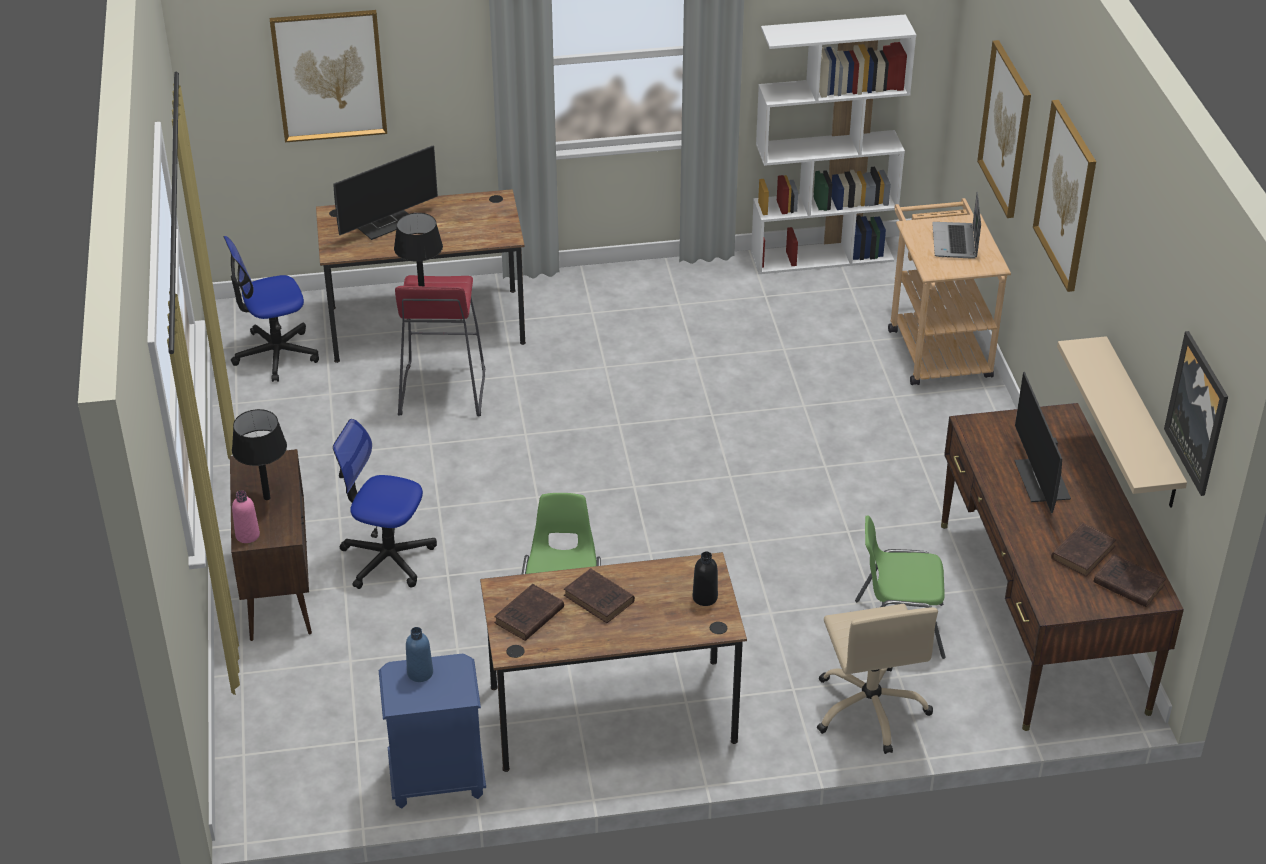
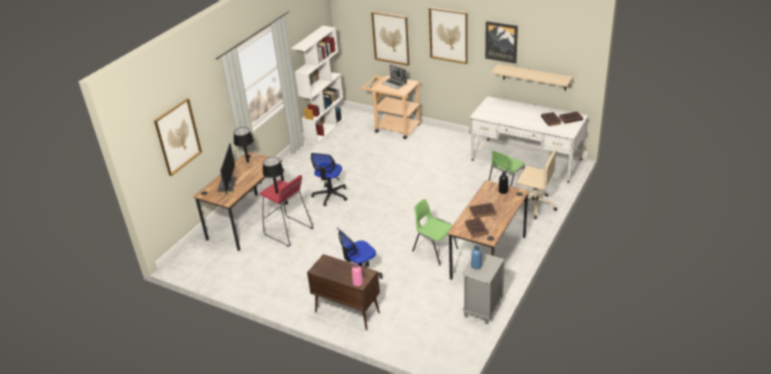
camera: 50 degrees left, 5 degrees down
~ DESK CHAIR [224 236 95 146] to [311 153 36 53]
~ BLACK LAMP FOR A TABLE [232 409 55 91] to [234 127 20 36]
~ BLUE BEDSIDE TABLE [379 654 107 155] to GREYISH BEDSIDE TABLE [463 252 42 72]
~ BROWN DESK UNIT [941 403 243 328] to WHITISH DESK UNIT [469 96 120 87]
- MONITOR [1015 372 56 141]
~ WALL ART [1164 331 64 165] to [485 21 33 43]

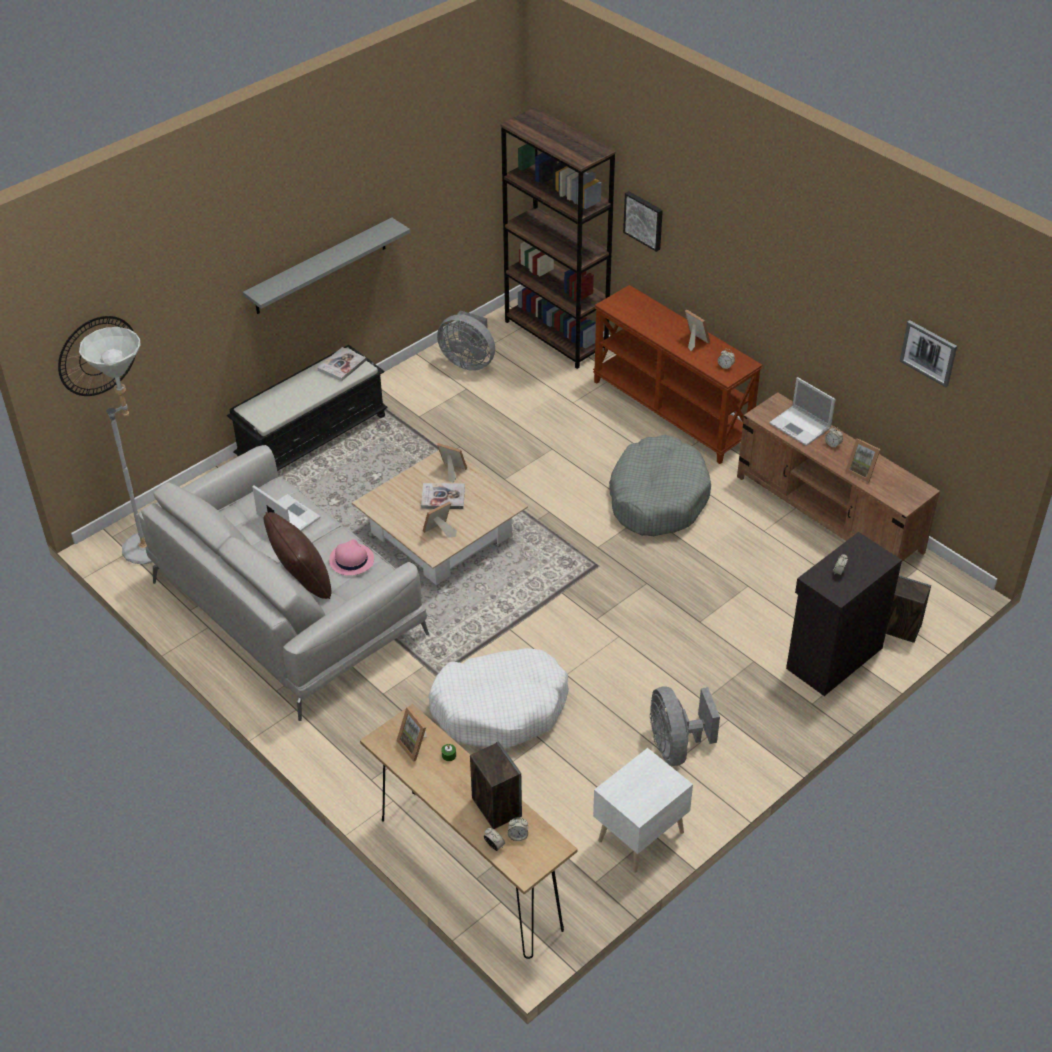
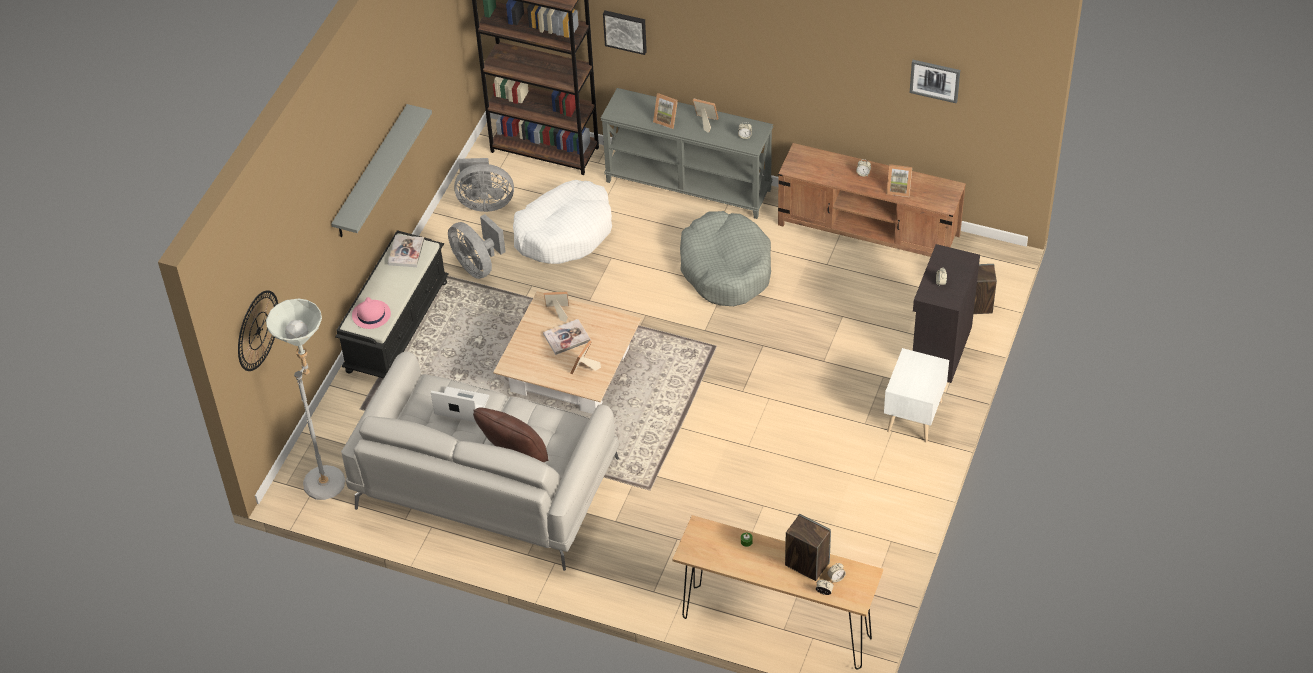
camera: 25 degrees left, 5 degrees up
~ PINK-COLOURED CLOTHING HAT [329 539 45 37] to [352 297 39 32]
~ PHOTO FRAME [396 707 31 54] to [653 93 25 36]
~ WHITISH DOG CUSHION [429 648 140 100] to [513 180 99 84]
~ BROWN CONSOLE TABLE [593 285 169 179] to GREYISH CONSOLE TABLE [601 88 172 131]
~ WHITISH BEDSIDE TABLE [593 748 100 125] to [884 348 65 94]
~ GREYISH COOLING FAN [650 686 70 80] to [448 214 58 65]
- NOTEBOOK COMPUTER [769 377 66 69]

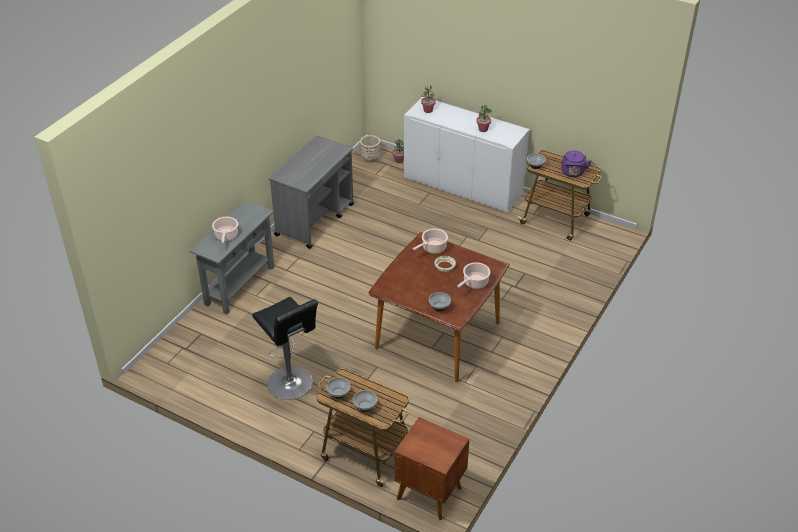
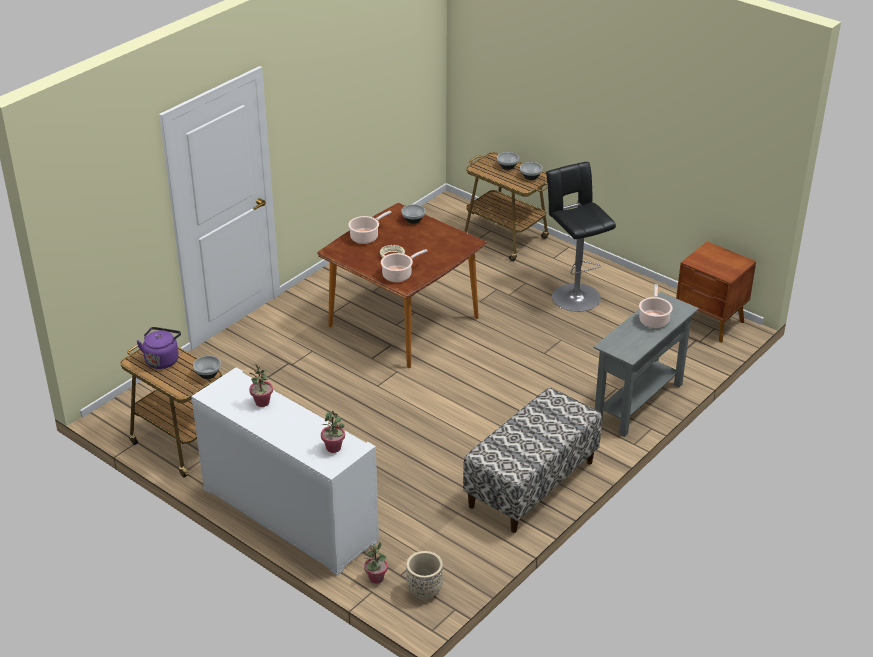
camera: 170 degrees left, 5 degrees down
~ GREYISH TROLLEY [269 136 85 113] to BENCH [463 388 139 145]
~ BROWN BEDSIDE TABLE [394 417 75 103] to [676 242 80 101]

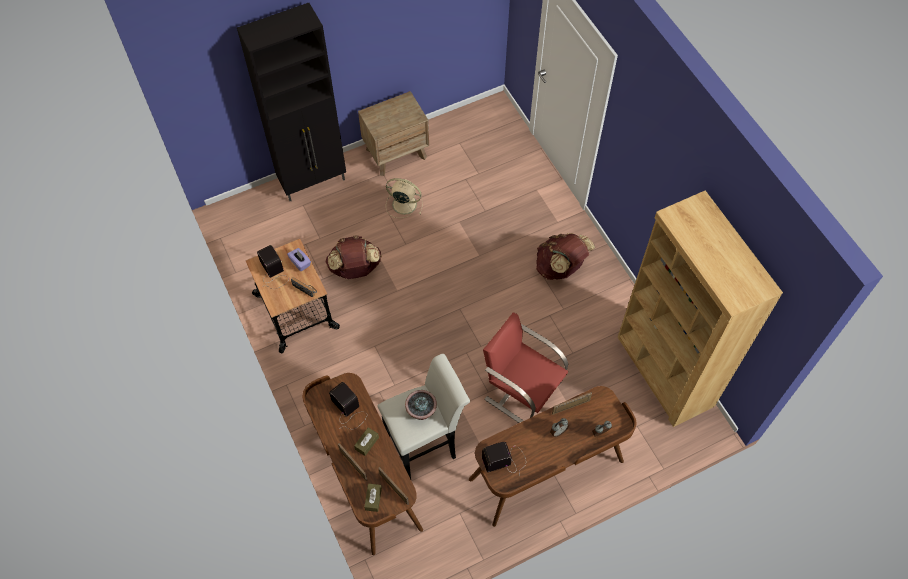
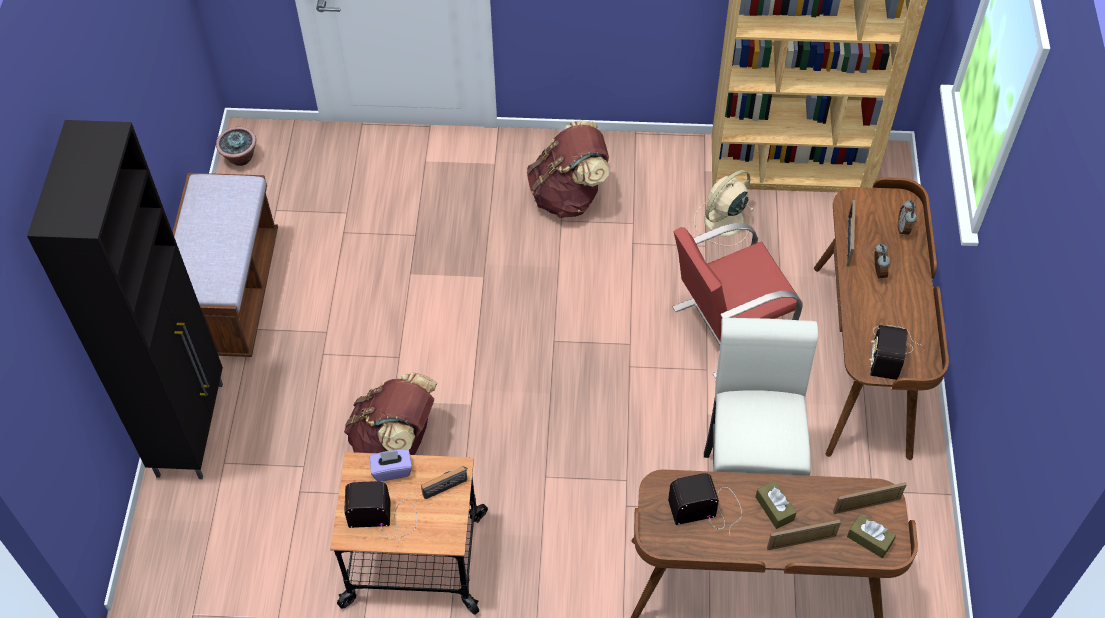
camera: 60 degrees left, 5 degrees down
~ BROWN BEDSIDE TABLE [358 91 71 85] to BROWN BENCH [173 173 105 184]
~ BEIGE-COLOURED COOLING FAN [386 178 37 40] to [694 170 60 76]
~ PLANT IN A POT [405 390 32 30] to [216 127 40 39]

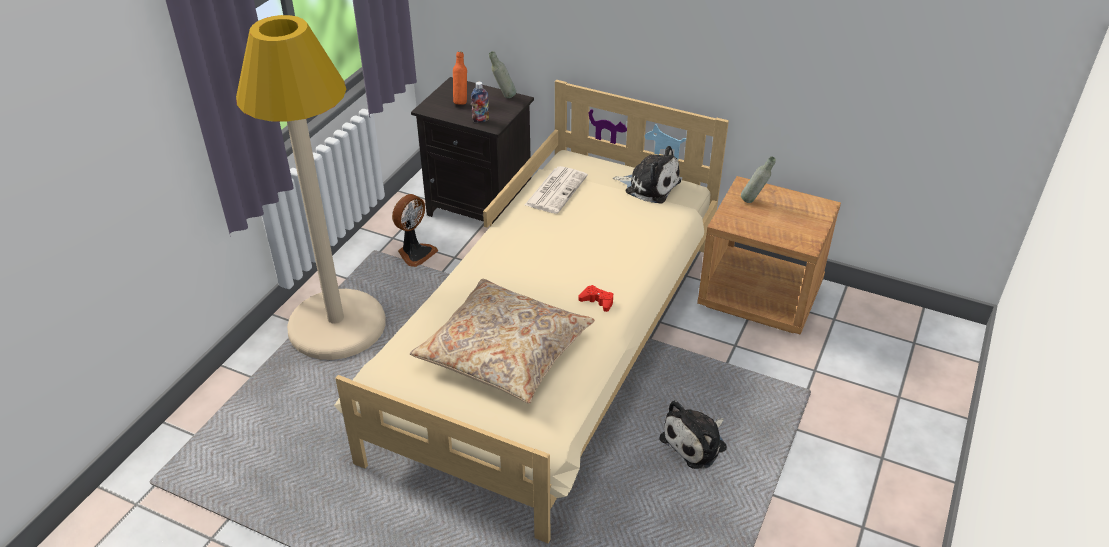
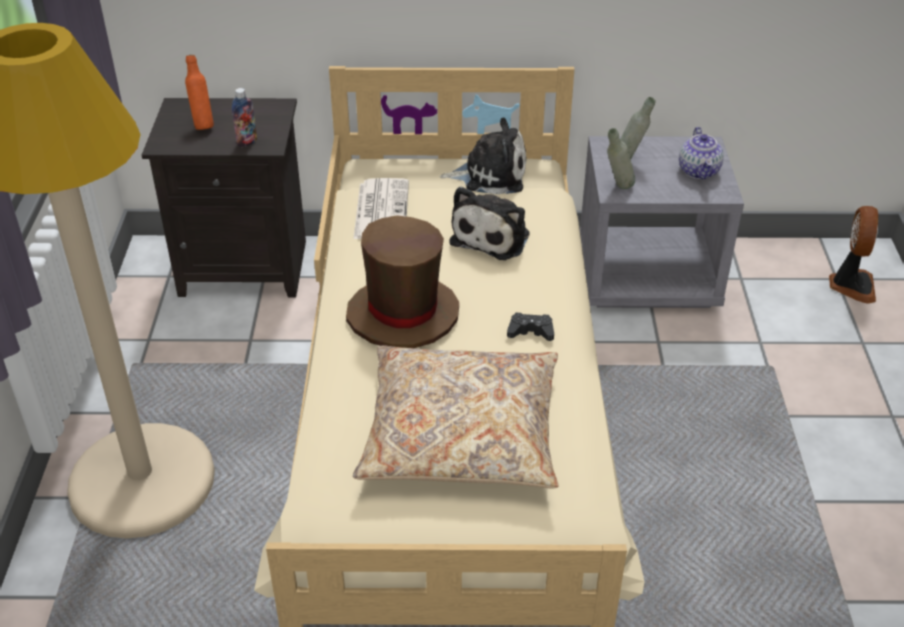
camera: 25 degrees left, 0 degrees up
~ COOLING FAN [392 194 46 73] to [829 206 49 98]
~ GREYISH BEVERAGE BOTTLE [489 51 27 47] to [607 128 28 61]
~ REDDISH GAMEPAD [578 285 35 27] to BLACK GAMEPAD [507 313 47 28]
~ PLUSH TOY [659 400 68 69] to [449 186 81 74]
~ BROWN BEDSIDE TABLE [697 176 144 159] to GREYISH BEDSIDE TABLE [580 136 164 172]
+ BROWN CLOTHING HAT [346 215 113 133]
+ POT FOR TEA [679 127 45 52]

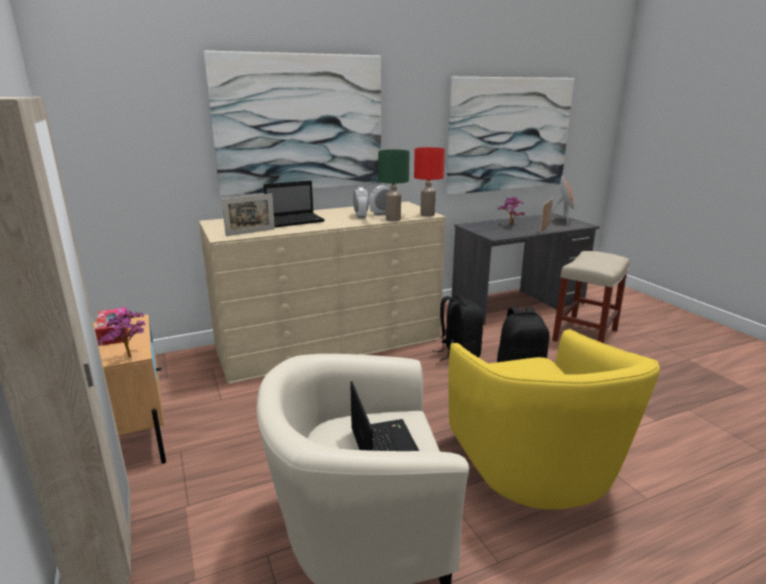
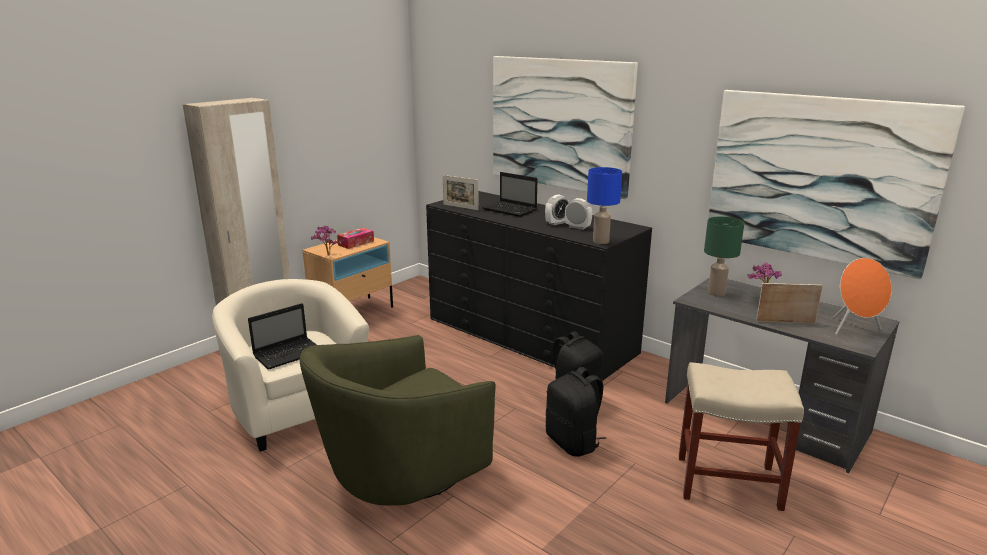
camera: 65 degrees right, 0 degrees up
~ BEIGE-COLOURED DRESSER [199 202 247 182] to BLACK DRESSER [426 191 226 190]
~ GREEN LAMP FOR A TABLE [378 150 32 71] to [704 216 40 80]
~ REDDISH LAMP FOR A TABLE [414 147 31 69] to BLUE LAMP FOR A TABLE [587 167 35 77]
~ YELLOW-COLOURED EASY CHAIR [448 329 212 181] to GREEN EASY CHAIR [300 335 195 171]

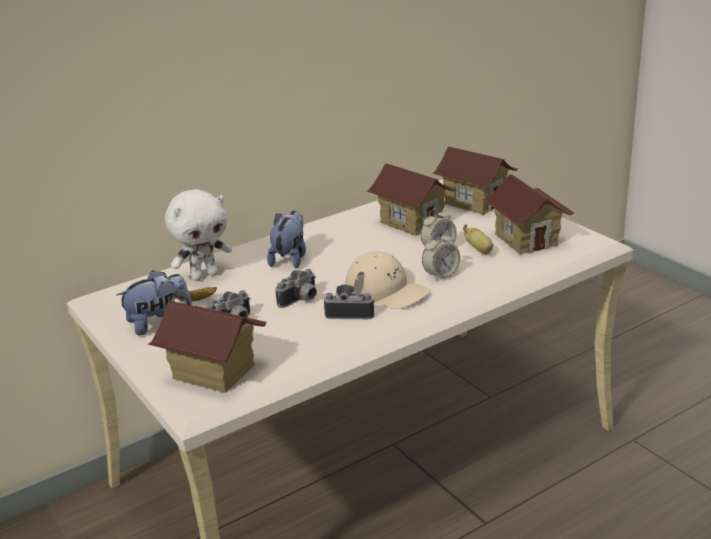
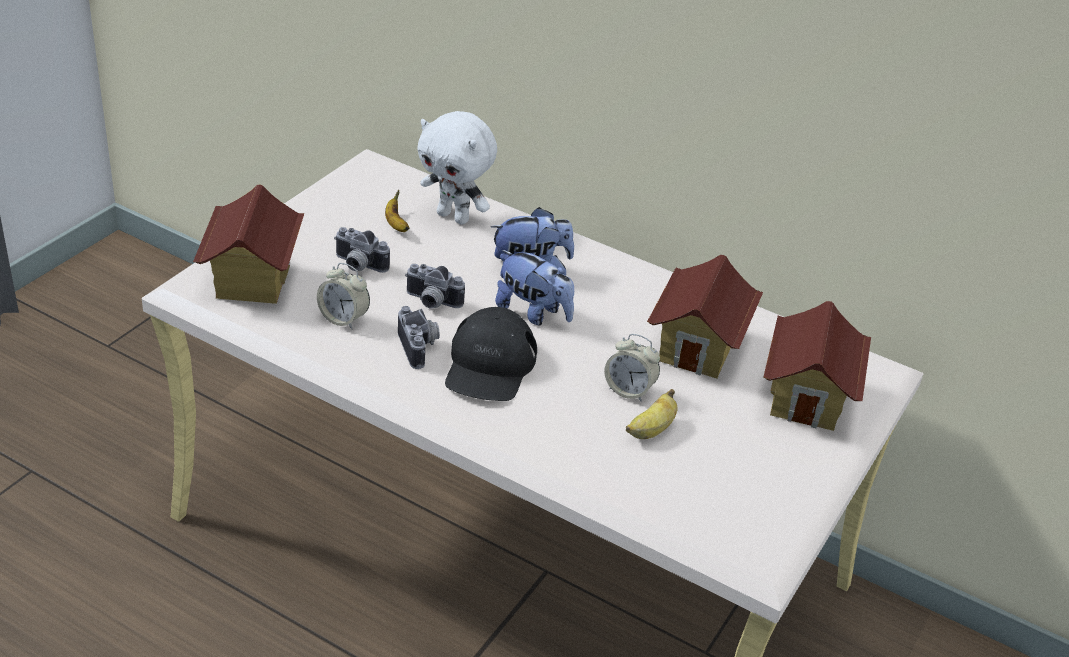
camera: 60 degrees right, 10 degrees up
~ PLUSH TOY [116 270 76 65] to [495 250 79 75]
~ BEIGE-COLOURED BASEBALL CAP [345 251 84 58] to BLACK BASEBALL CAP [445 307 92 94]
~ TABLE CLOCK [422 231 38 50] to [317 263 53 66]
- MINIATURE HOUSE [483 174 91 80]

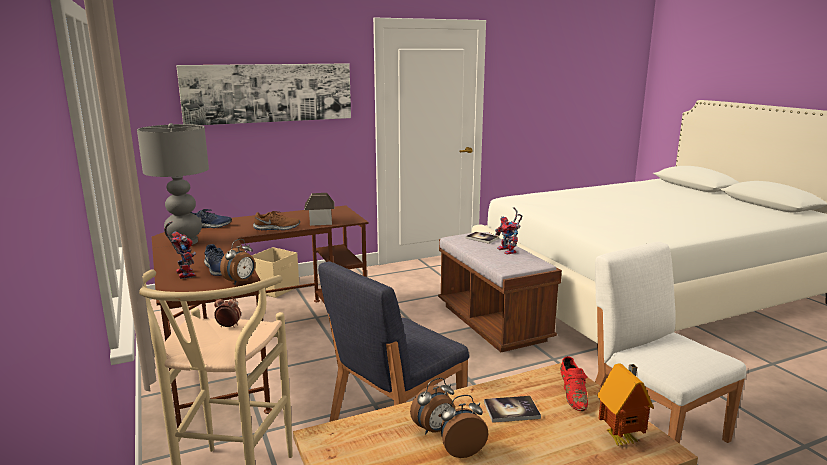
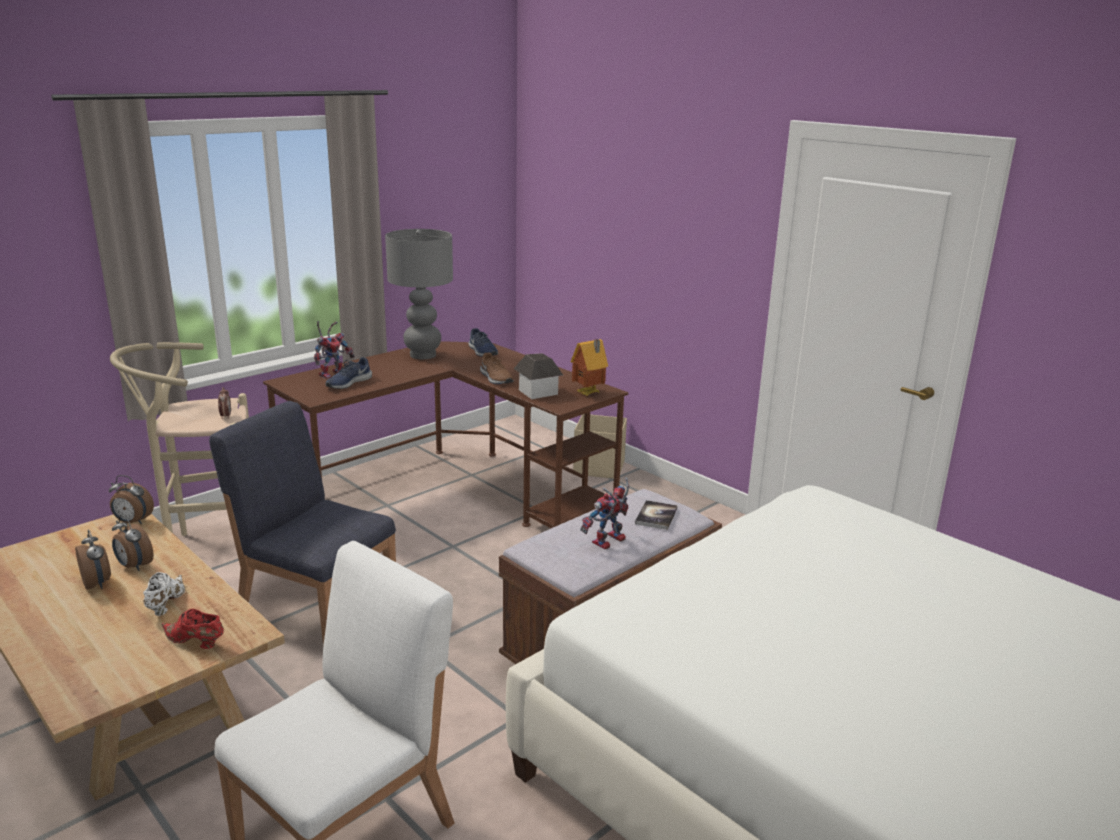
camera: 70 degrees right, 5 degrees up
- WALL ART [176 63 175 62]
~ TABLE CLOCK [220 239 35 46] to [109 475 45 49]
~ BOUND BOOK [484 396 57 27] to WHITISH SHOE [143 572 42 44]
~ REDDISH SHOE [560 356 28 55] = [161 609 63 40] 45 degrees clockwise
~ MINIATURE HOUSE [597 363 57 84] to [571 339 37 57]

